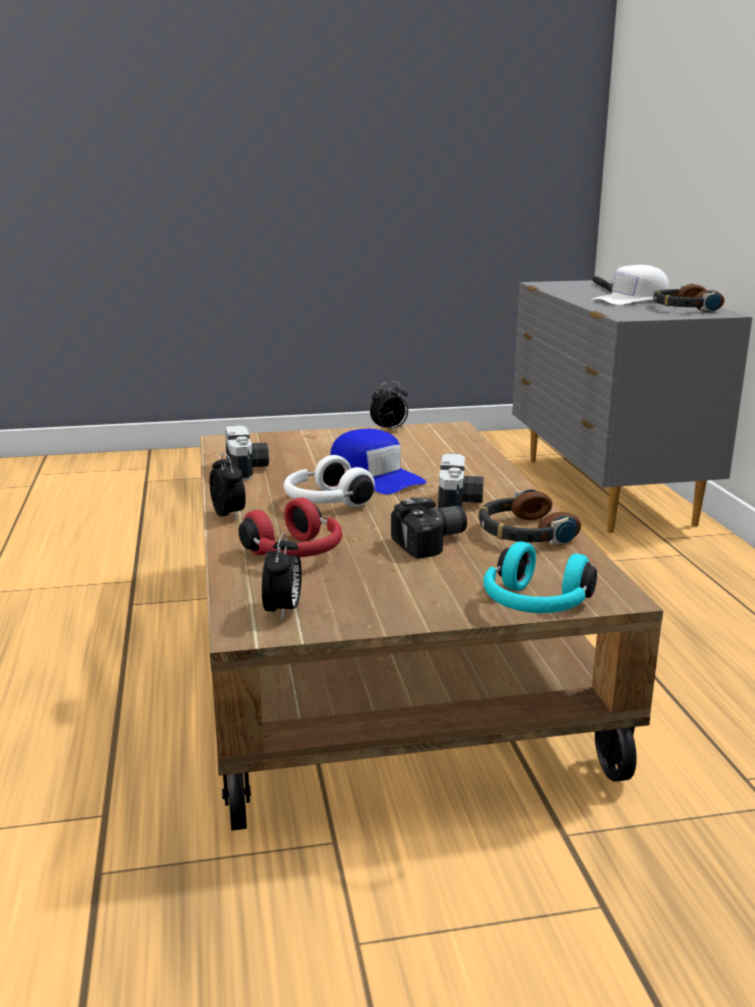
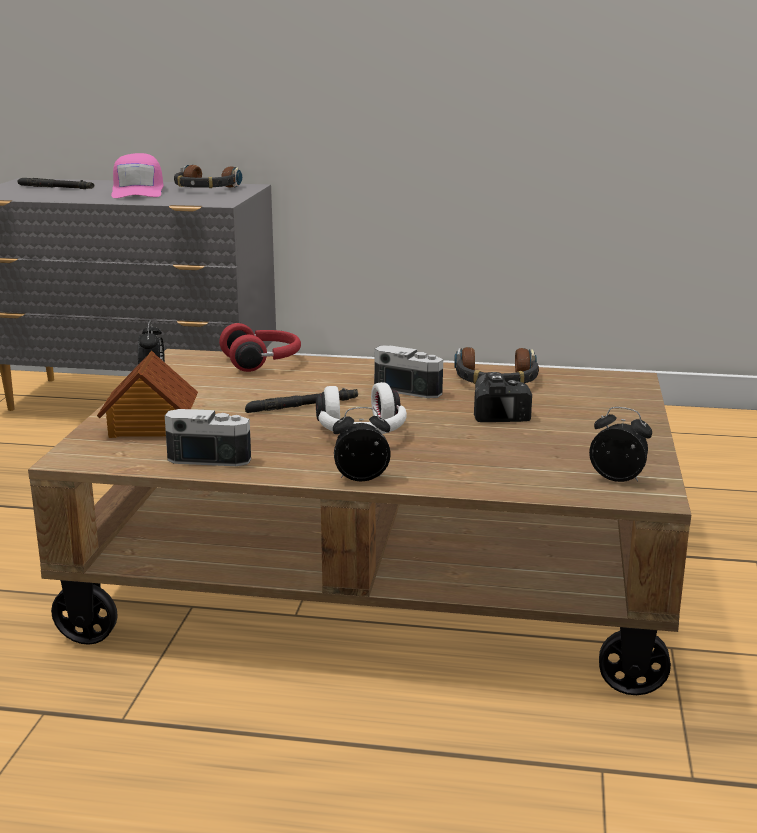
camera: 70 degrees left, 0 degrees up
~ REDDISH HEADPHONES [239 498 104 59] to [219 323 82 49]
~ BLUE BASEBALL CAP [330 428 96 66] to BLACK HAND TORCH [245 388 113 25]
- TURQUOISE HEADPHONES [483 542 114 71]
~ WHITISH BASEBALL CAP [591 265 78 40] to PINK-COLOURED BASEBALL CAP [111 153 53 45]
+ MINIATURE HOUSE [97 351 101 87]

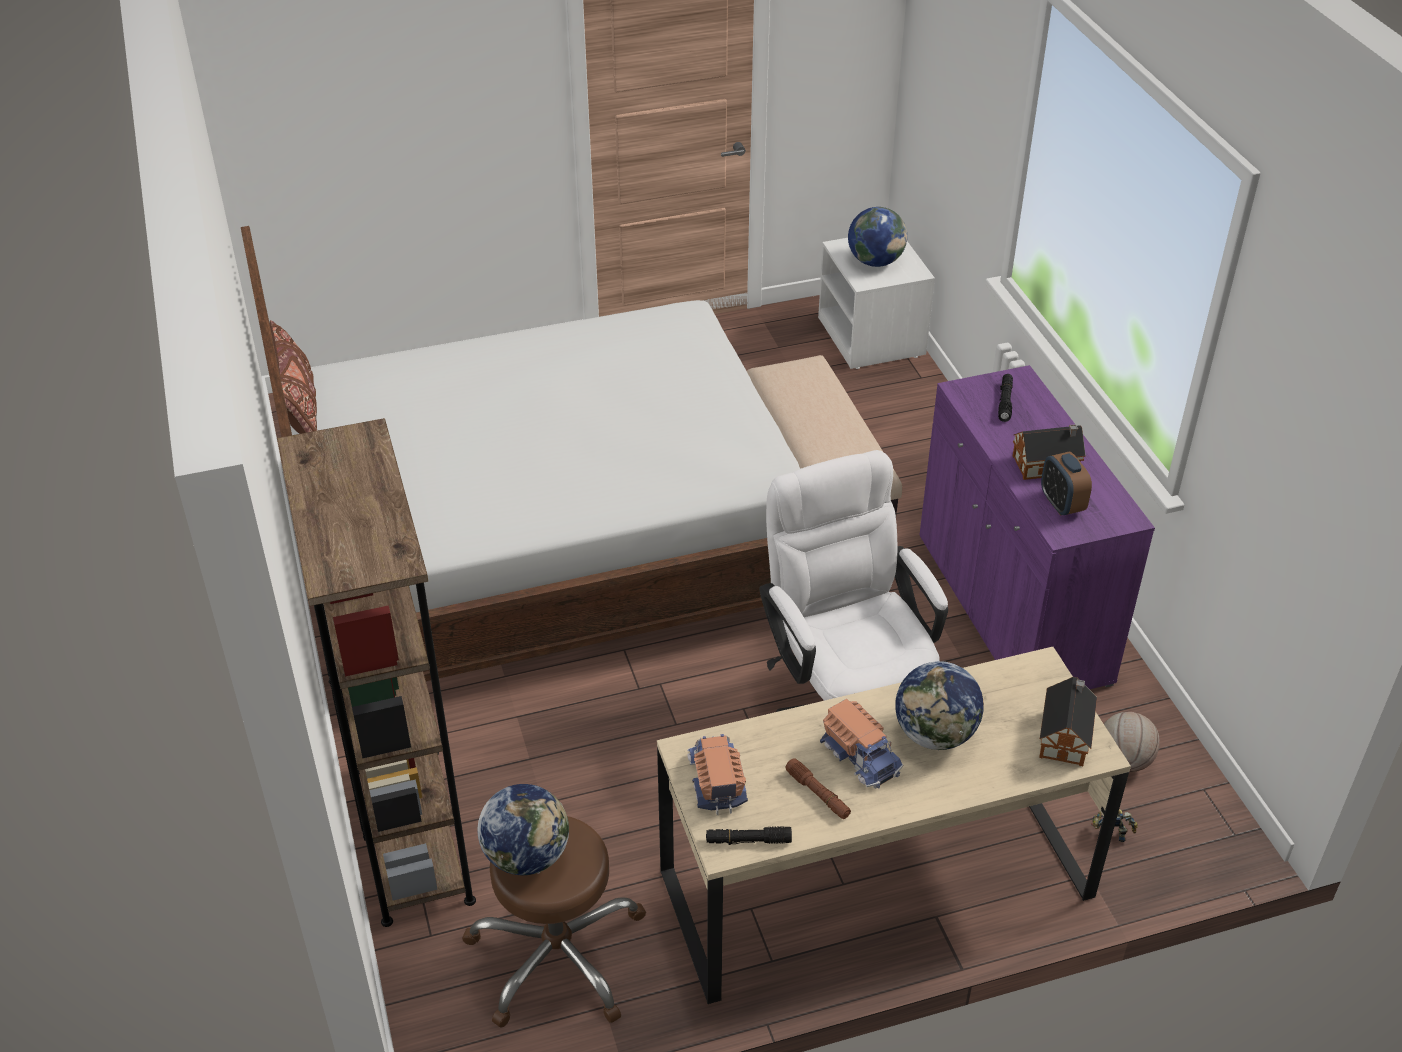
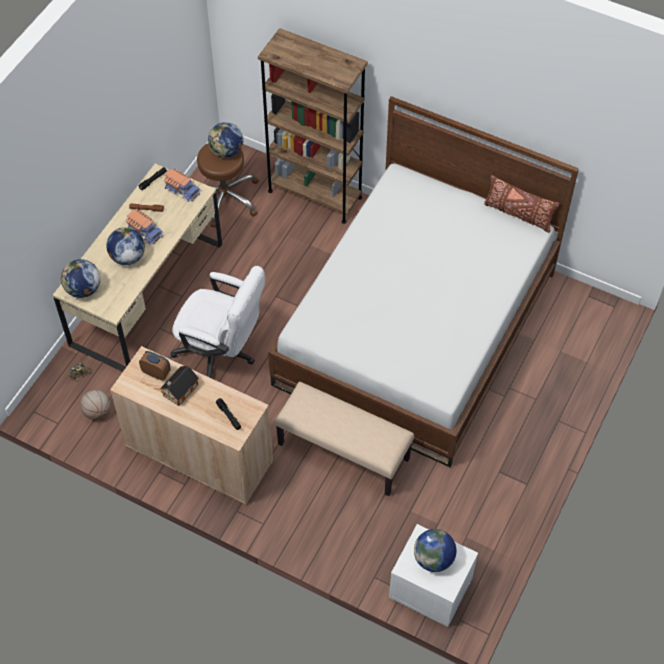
camera: 135 degrees right, 15 degrees up
~ TOY LORRY [820 699 83 90] = [126 209 37 36] 150 degrees counterclockwise
~ PURPLISH STORAGE CABINET [919 365 236 324] to BEIGE-COLOURED STORAGE CABINET [110 346 163 158]
~ MINIATURE HOUSE [1039 677 58 89] to GLOBE [61 259 39 39]

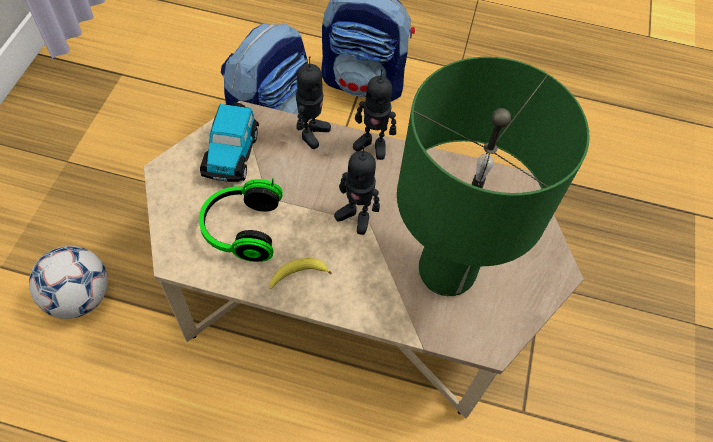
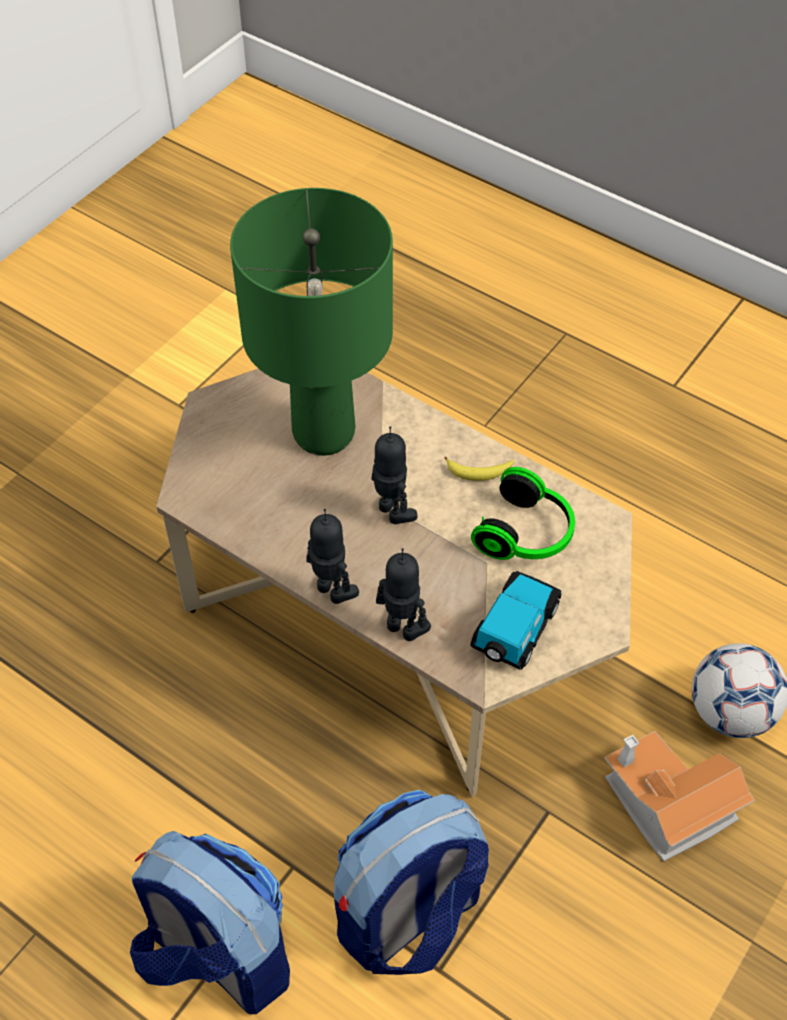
camera: 155 degrees left, 5 degrees down
~ MODEL ROBOT [296 56 35 93] = [376 548 55 93] 75 degrees clockwise
+ MINIATURE HOUSE [604 731 151 131]

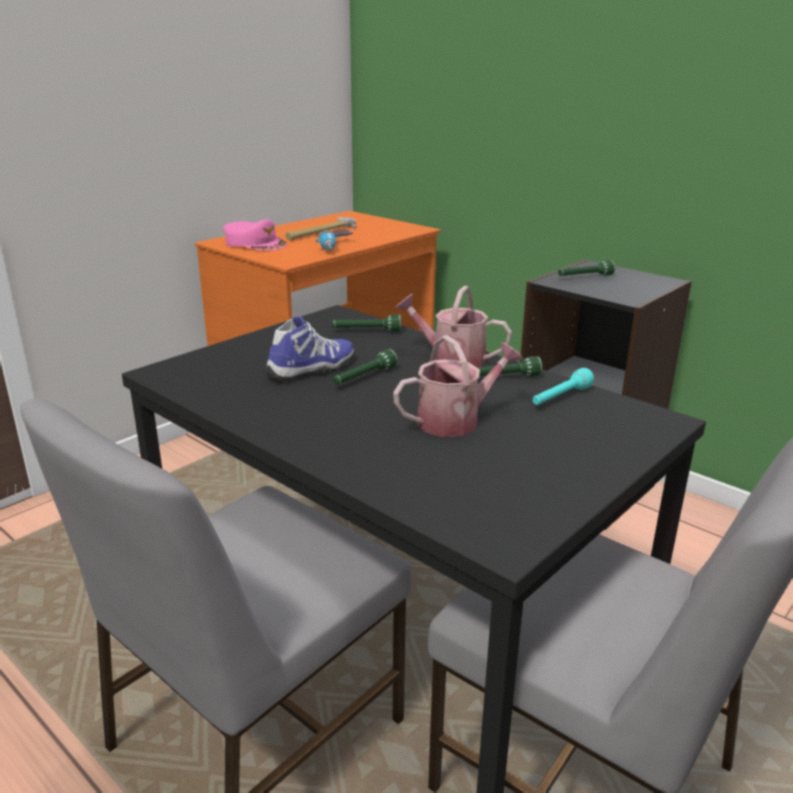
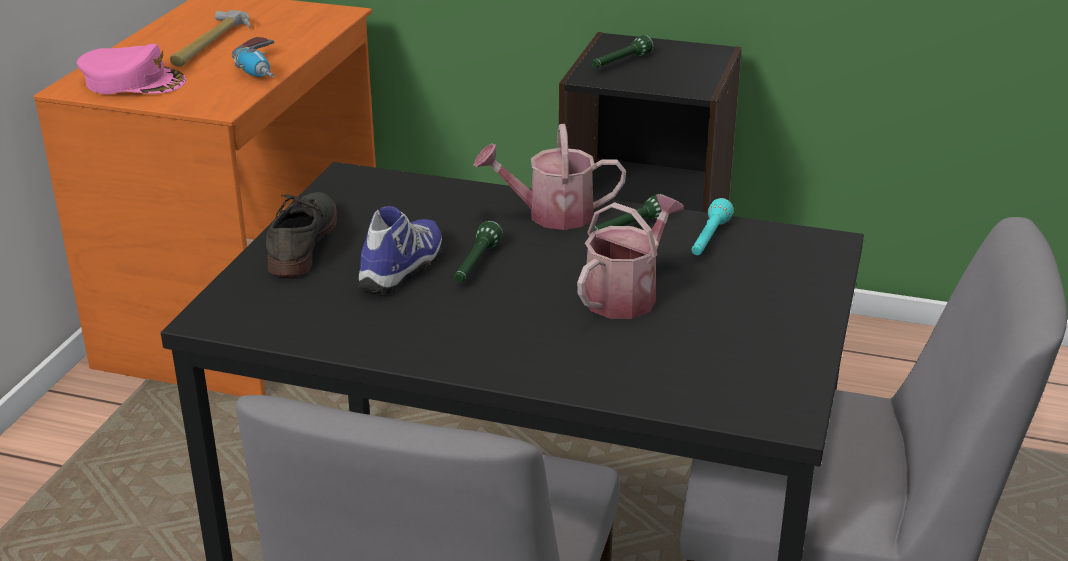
camera: 25 degrees left, 5 degrees up
- GREEN HAND TORCH [332 314 69 18]
+ GREYISH SHOE [266 192 71 85]

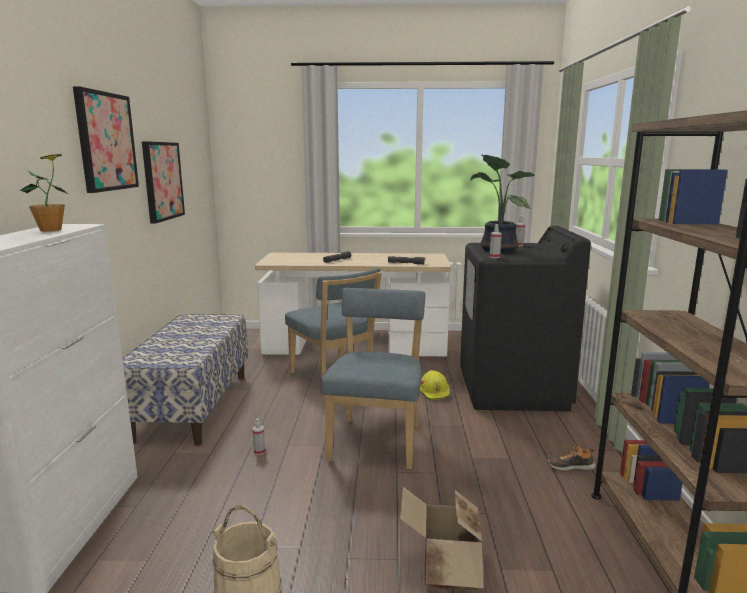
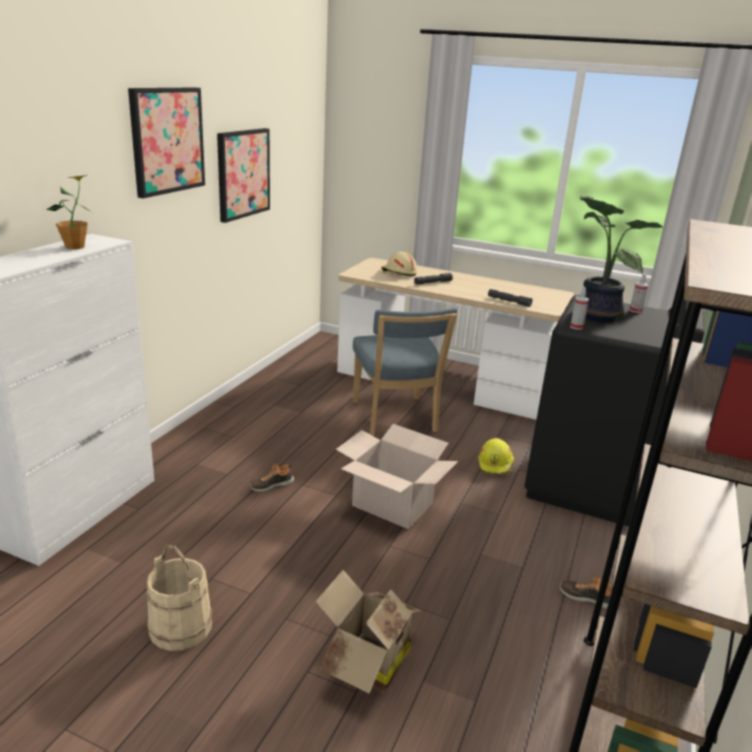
camera: 20 degrees right, 10 degrees up
- BENCH [122 314 126 132]
~ SPRAYER [252 418 13 37] to SHOE [249 463 45 29]
~ BLUE PLAIN CHAIR [321 288 105 182] to CARDBOARD BOX [336 424 122 105]
+ BEIGE-COLOURED SAFETY HELMET [381 252 36 24]

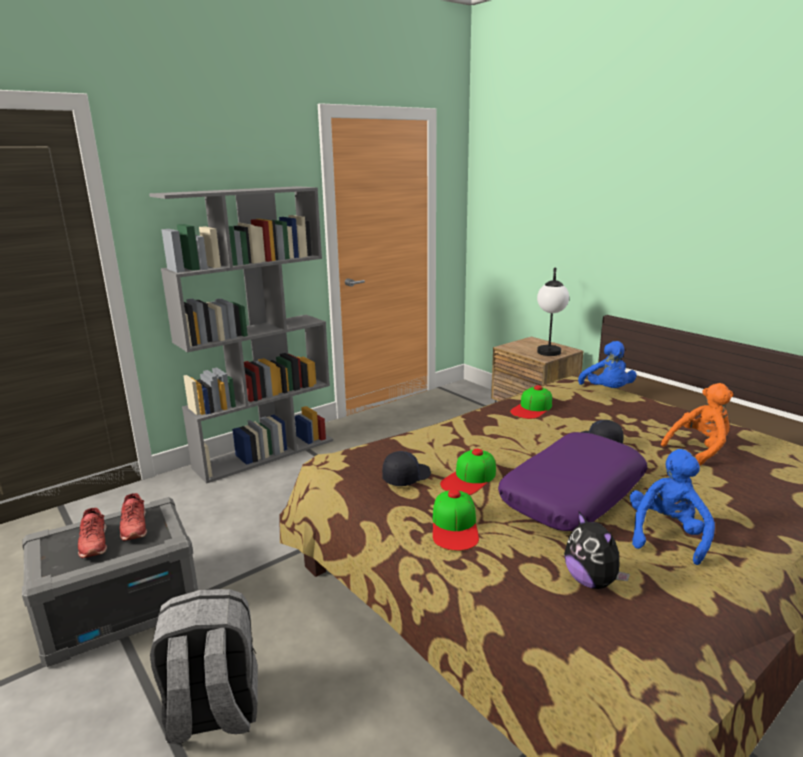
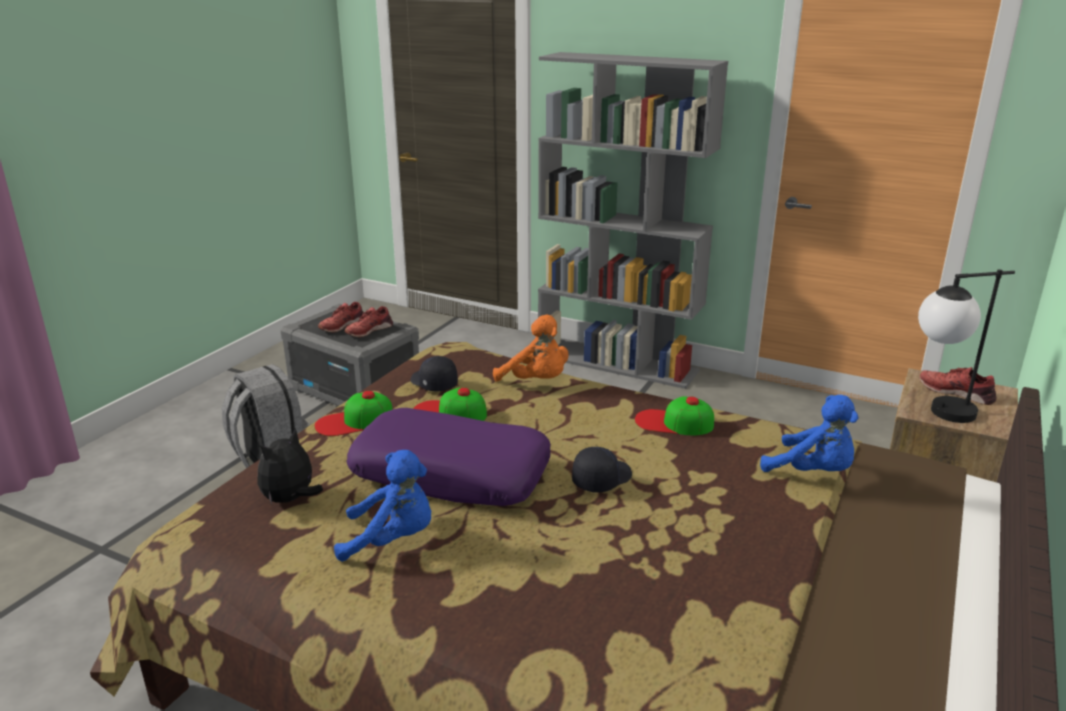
camera: 65 degrees right, 5 degrees up
~ BLACK BASEBALL CAP [382 451 49 35] = [411 356 47 36] 150 degrees counterclockwise
~ BLUE PLUSH TOY [578 341 59 47] = [760 395 99 77] 105 degrees counterclockwise
~ ORANGE-COLOURED PLUSH TOY [661 383 73 83] to [493 314 75 68]
+ REDDISH SHOE [920 367 77 38]

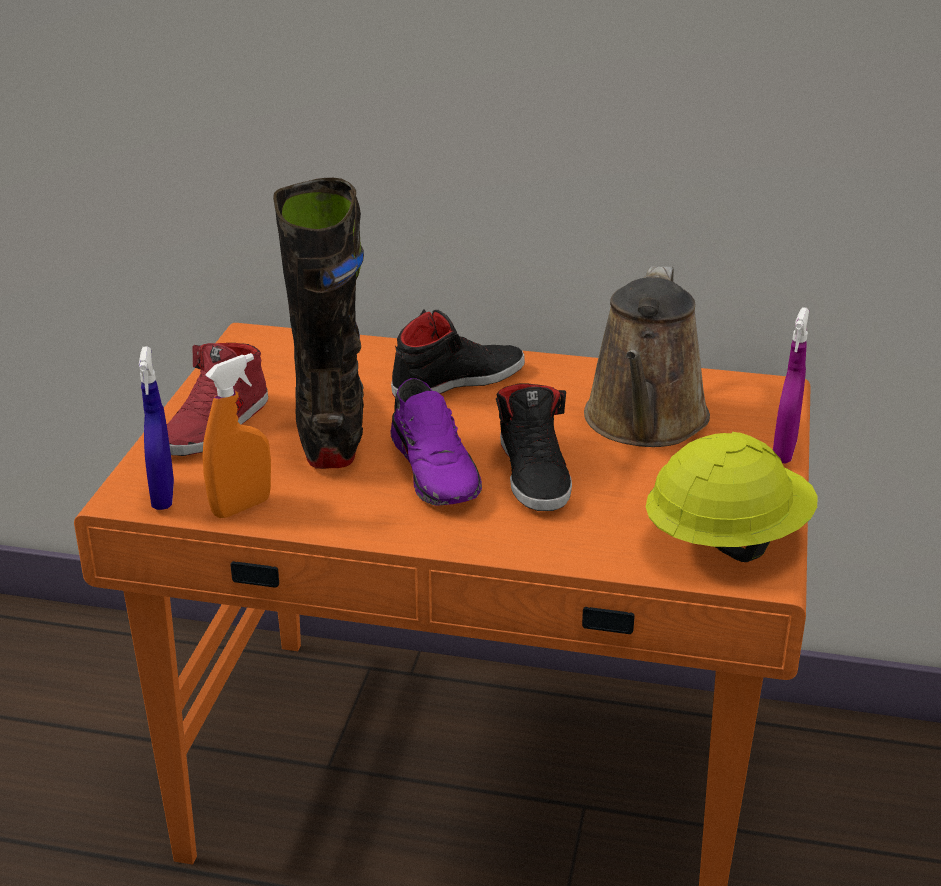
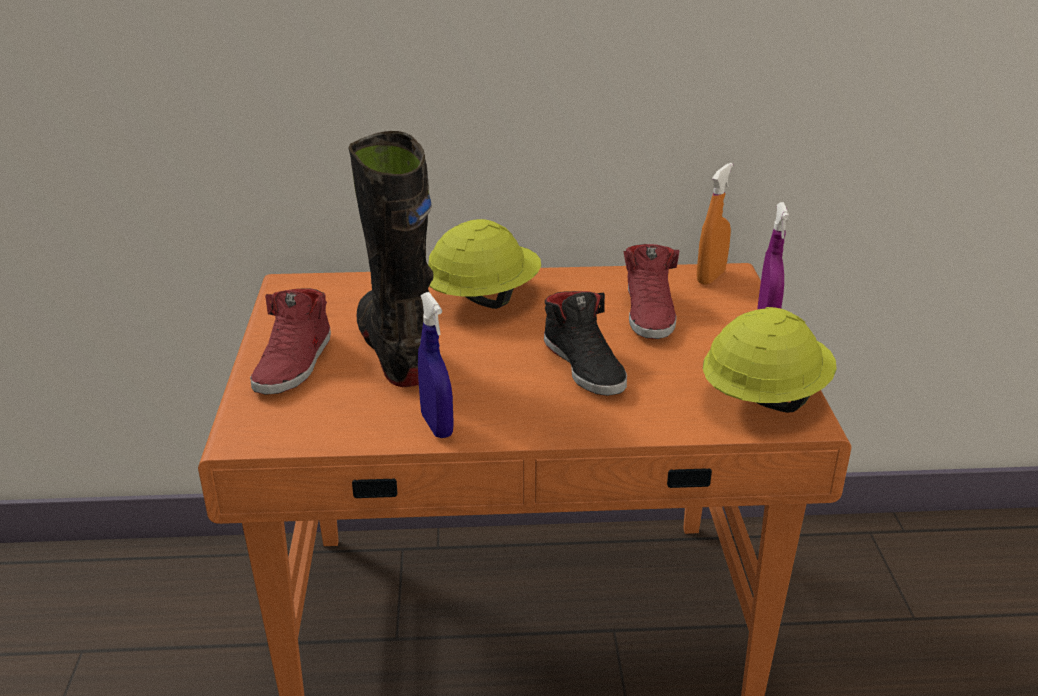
camera: 15 degrees left, 0 degrees up
~ BLUE SPRAYER [139 346 35 164] to [418 292 36 146]
~ ORANGE-COLOURED SPRAYER [203 353 68 165] to [697 163 36 122]
~ BLACK SHOE [391 309 134 88] to YELLOW-COLOURED SAFETY HELMET [428 219 113 90]
- PURPLISH SHOE [391 378 91 128]
~ BROWN SPRINKLING CAN [584 266 126 181] to REDDISH SHOE [624 244 55 95]

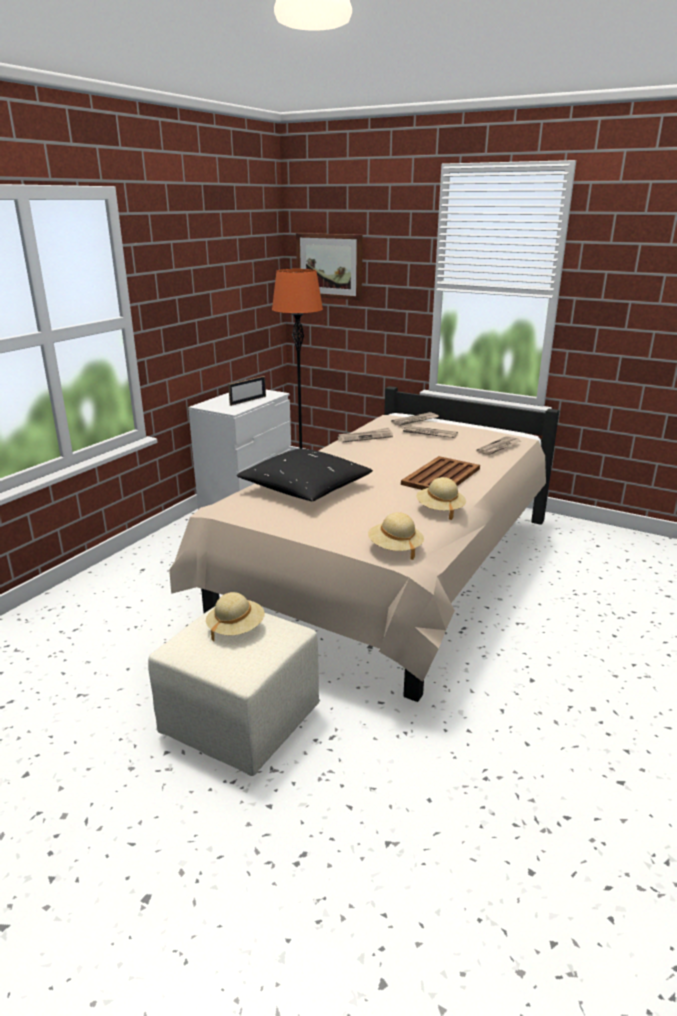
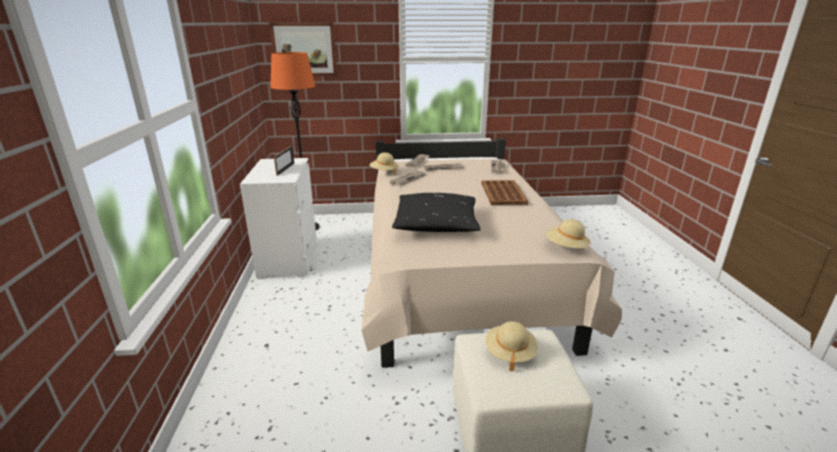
camera: 35 degrees left, 0 degrees up
~ BEIGE-COLOURED CLOTHING HAT [416 477 50 43] to [370 152 29 23]

